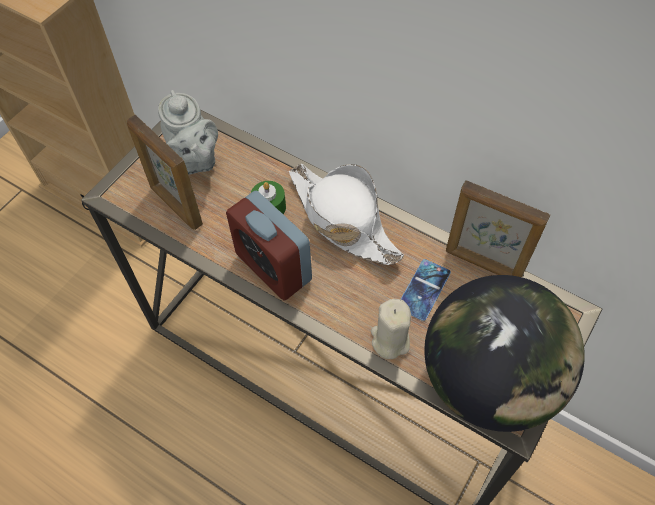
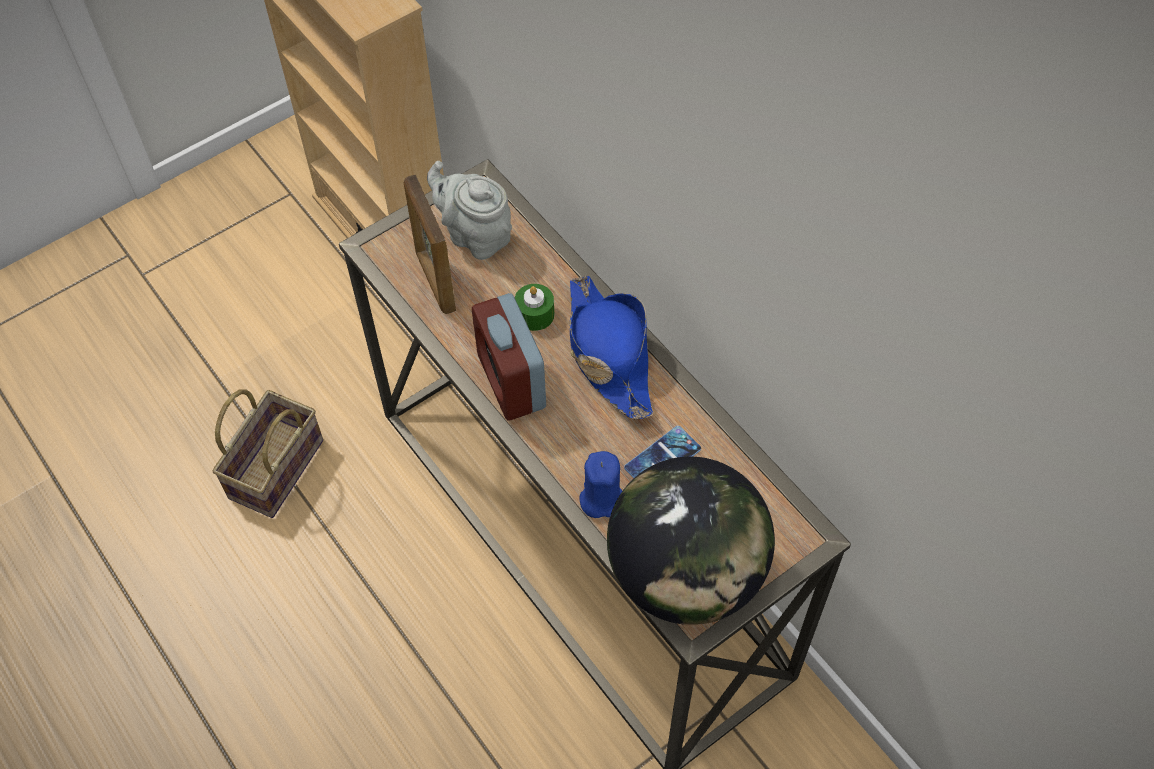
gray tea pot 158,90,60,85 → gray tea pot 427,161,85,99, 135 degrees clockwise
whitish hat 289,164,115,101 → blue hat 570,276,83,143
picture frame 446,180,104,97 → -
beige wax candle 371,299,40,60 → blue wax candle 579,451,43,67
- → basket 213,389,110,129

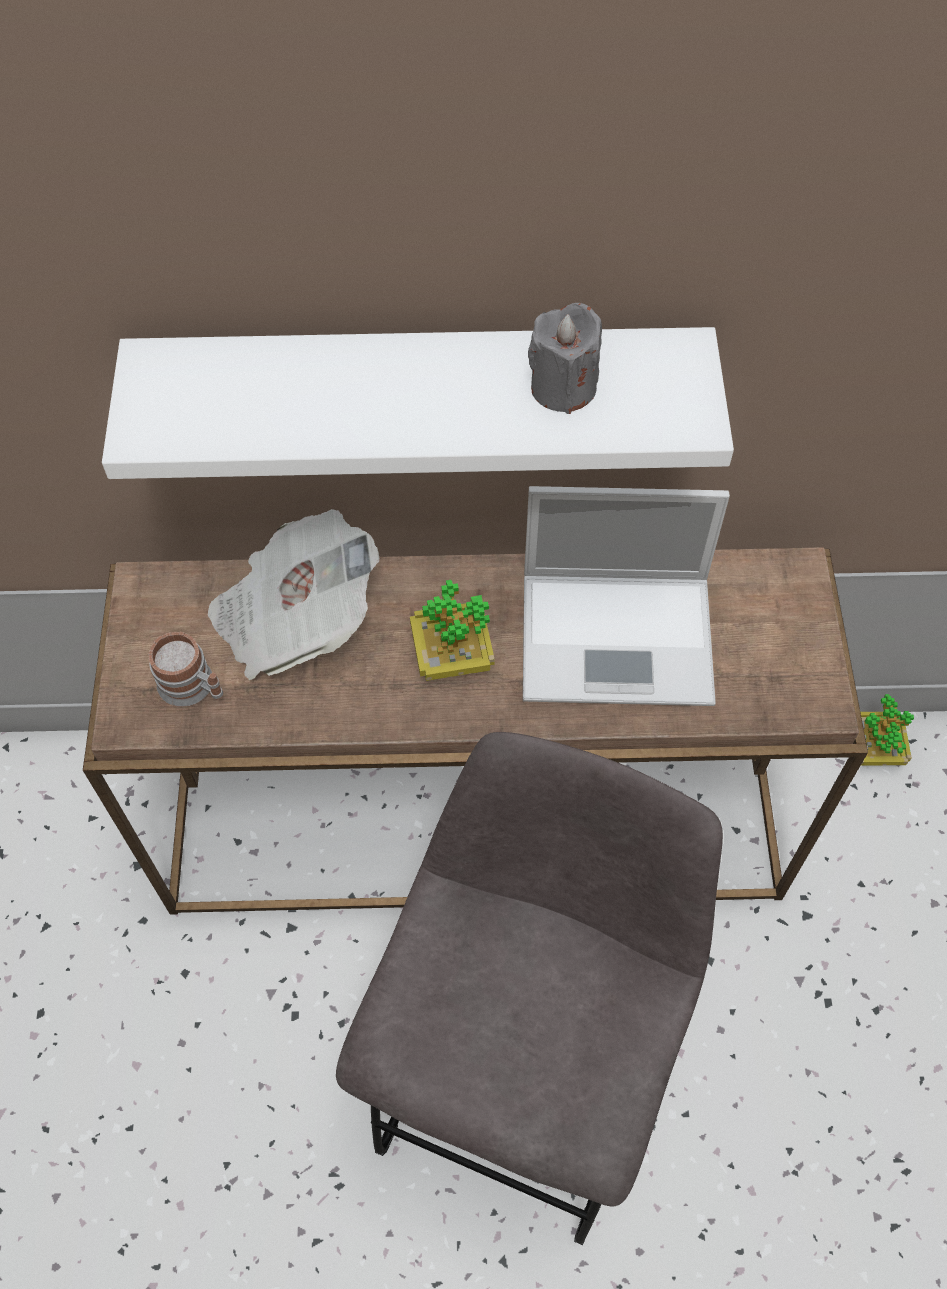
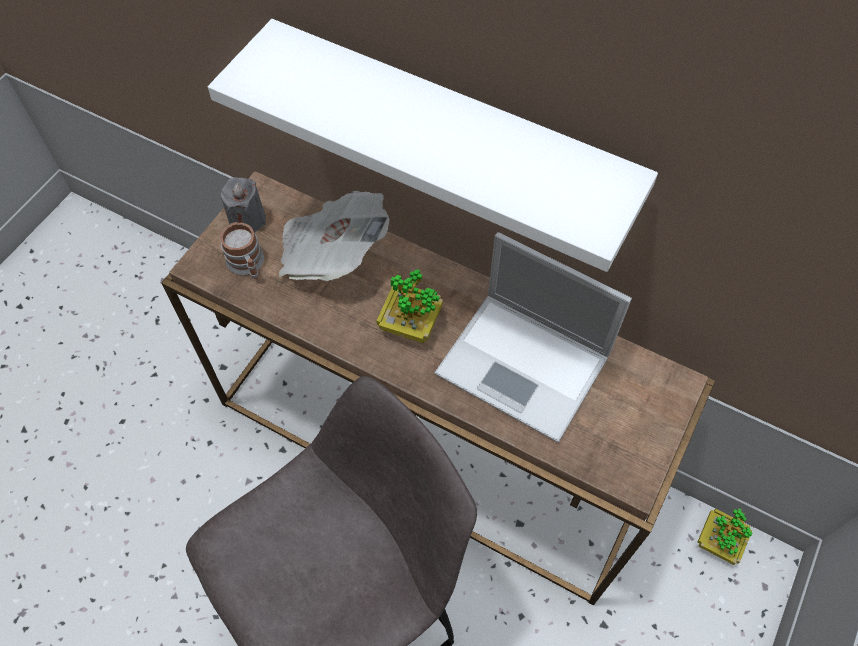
gray wax candle 528,303,74,111 → gray wax candle 220,177,46,55, shifted

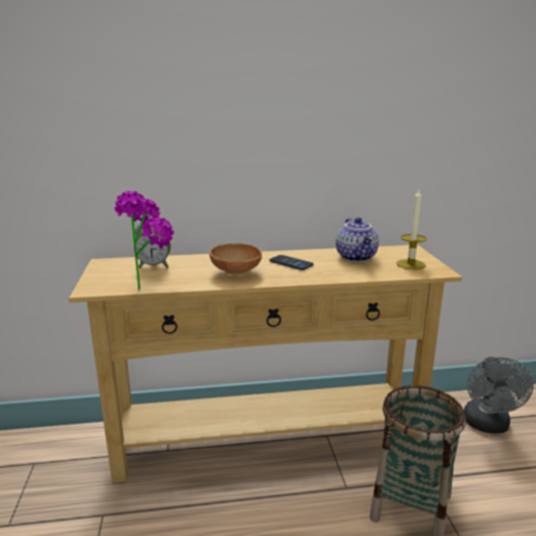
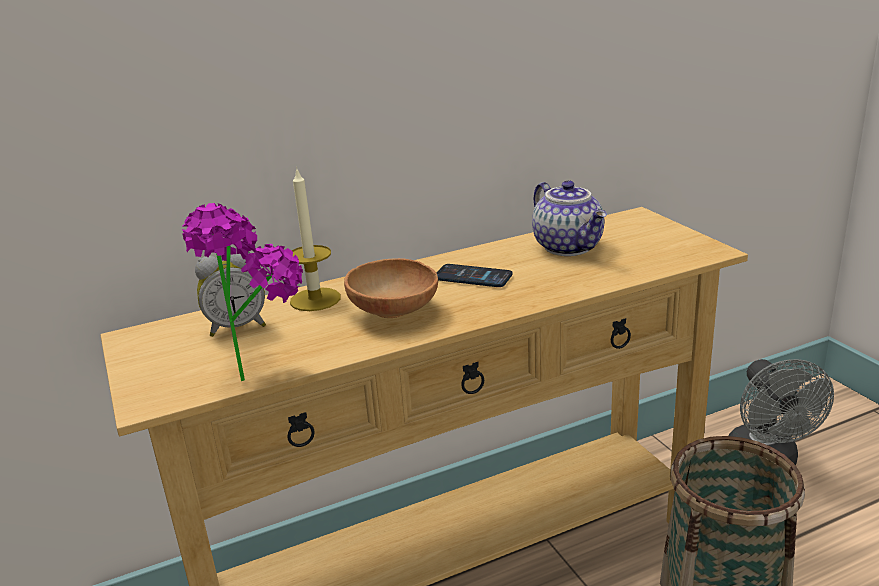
wax candle 396,190,31,80 → wax candle 290,167,51,144, shifted

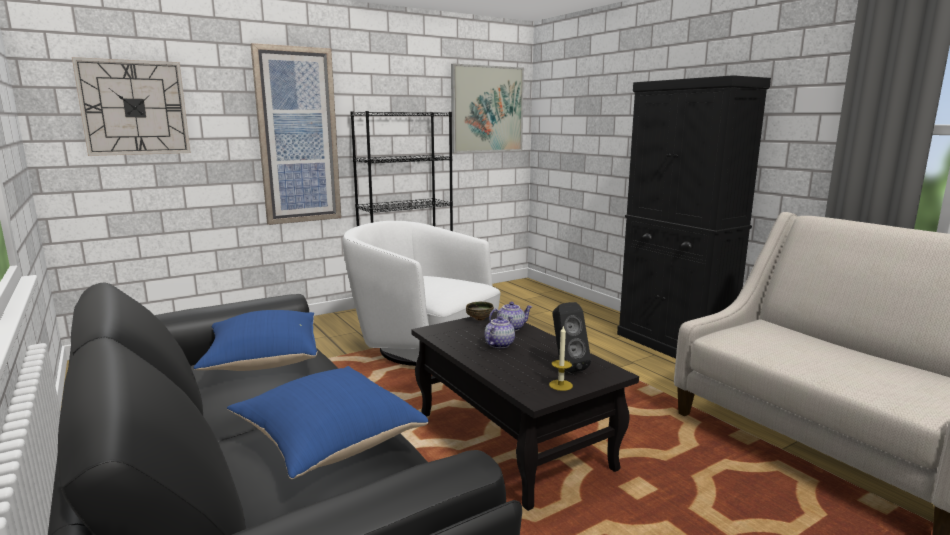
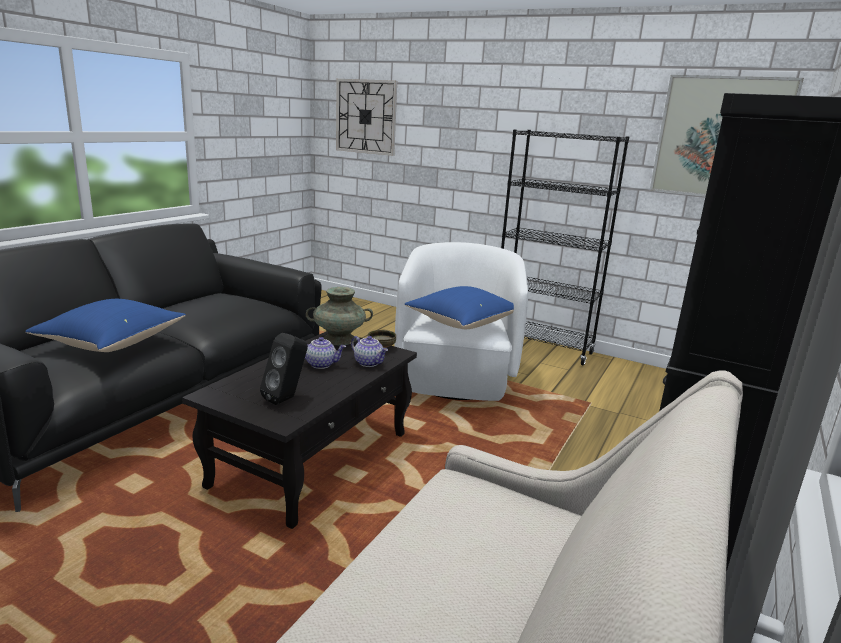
wall picture 251,43,90,182 → -
blue throw pillow 194,310,123,61 → blue throw pillow 404,286,110,43, shifted
wax candle 549,325,24,66 → -
- → turquoise-coloured vase 306,287,67,58

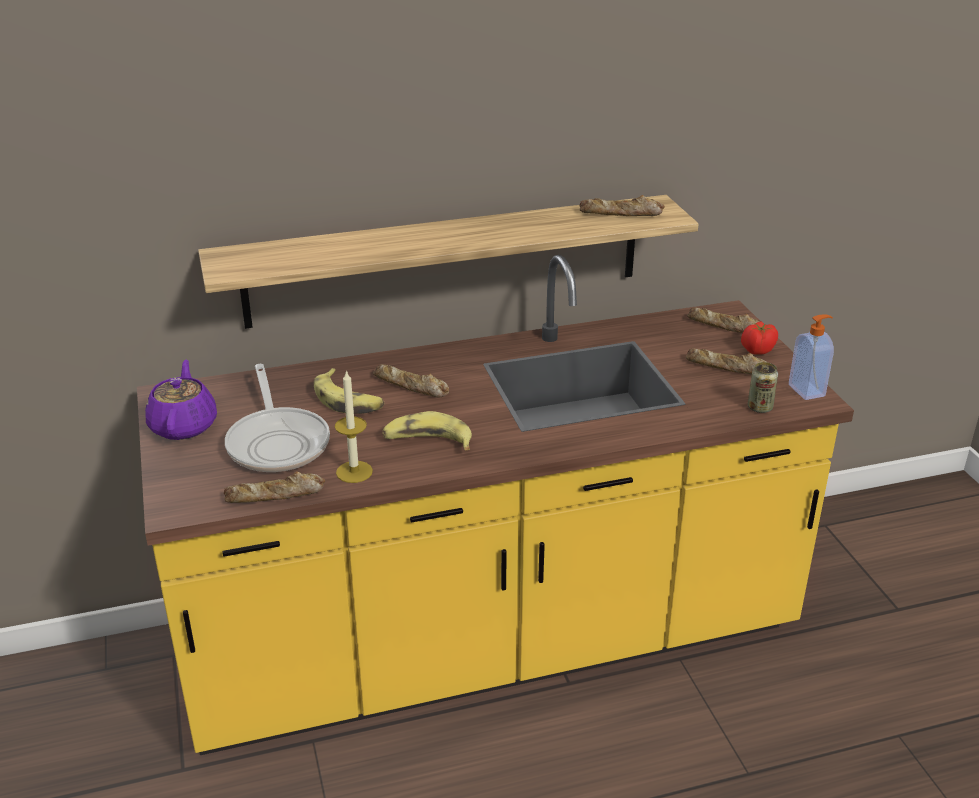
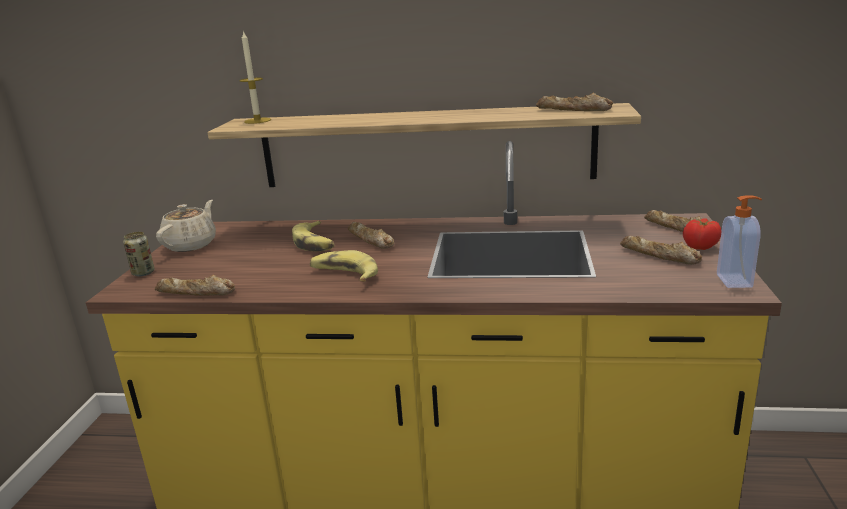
purplish tea pot 145,359,72,81 → beige tea pot 156,200,60,52
metal can 748,362,30,51 → metal can 123,232,32,45, shifted
frying pan 225,364,105,108 → -
wax candle 335,370,38,113 → wax candle 239,30,32,94, shifted

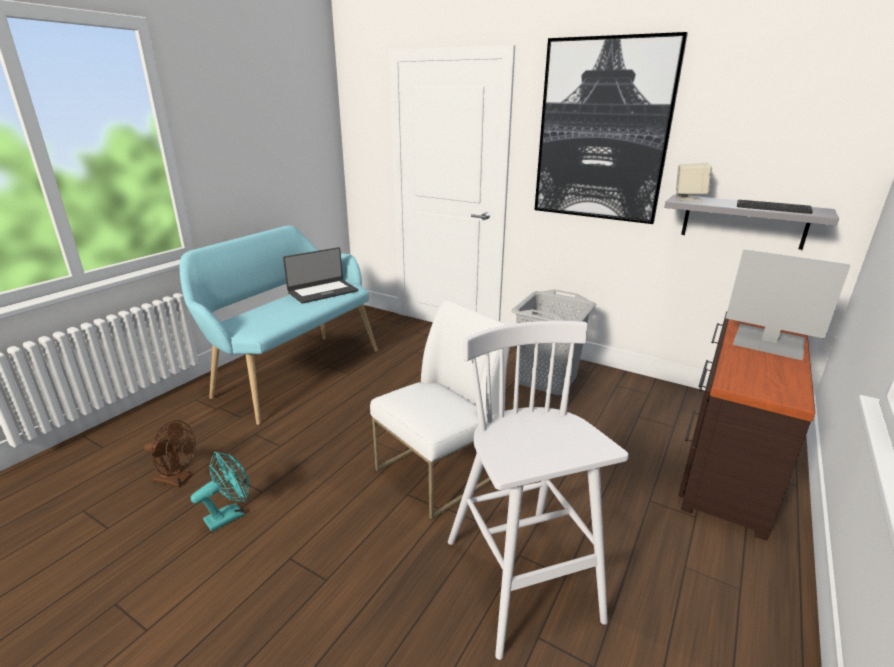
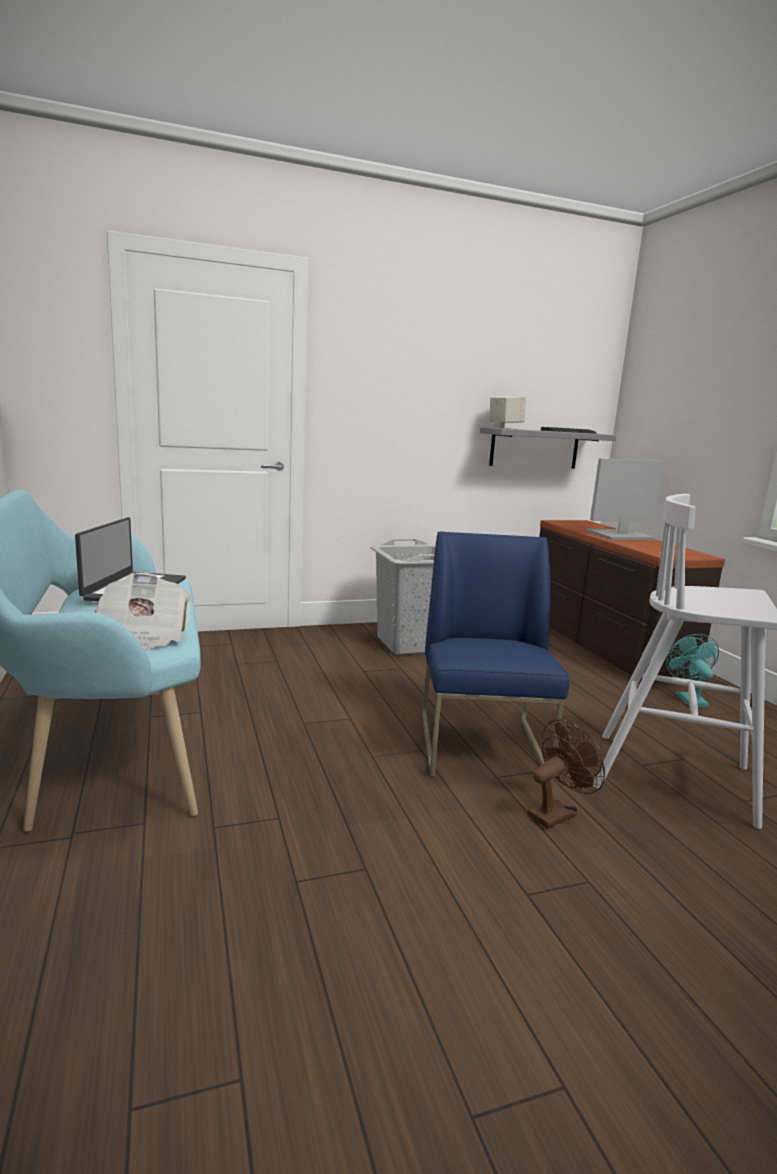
wall picture 535,32,153,192 → -
whitish chair 370,299,140,221 → blue chair 422,532,147,250
brown cooling fan 144,420,52,67 → brown cooling fan 527,719,78,110, shifted
turquoise-coloured cooling fan 191,452,59,80 → turquoise-coloured cooling fan 666,634,53,73, shifted
- → newspaper 94,573,97,78

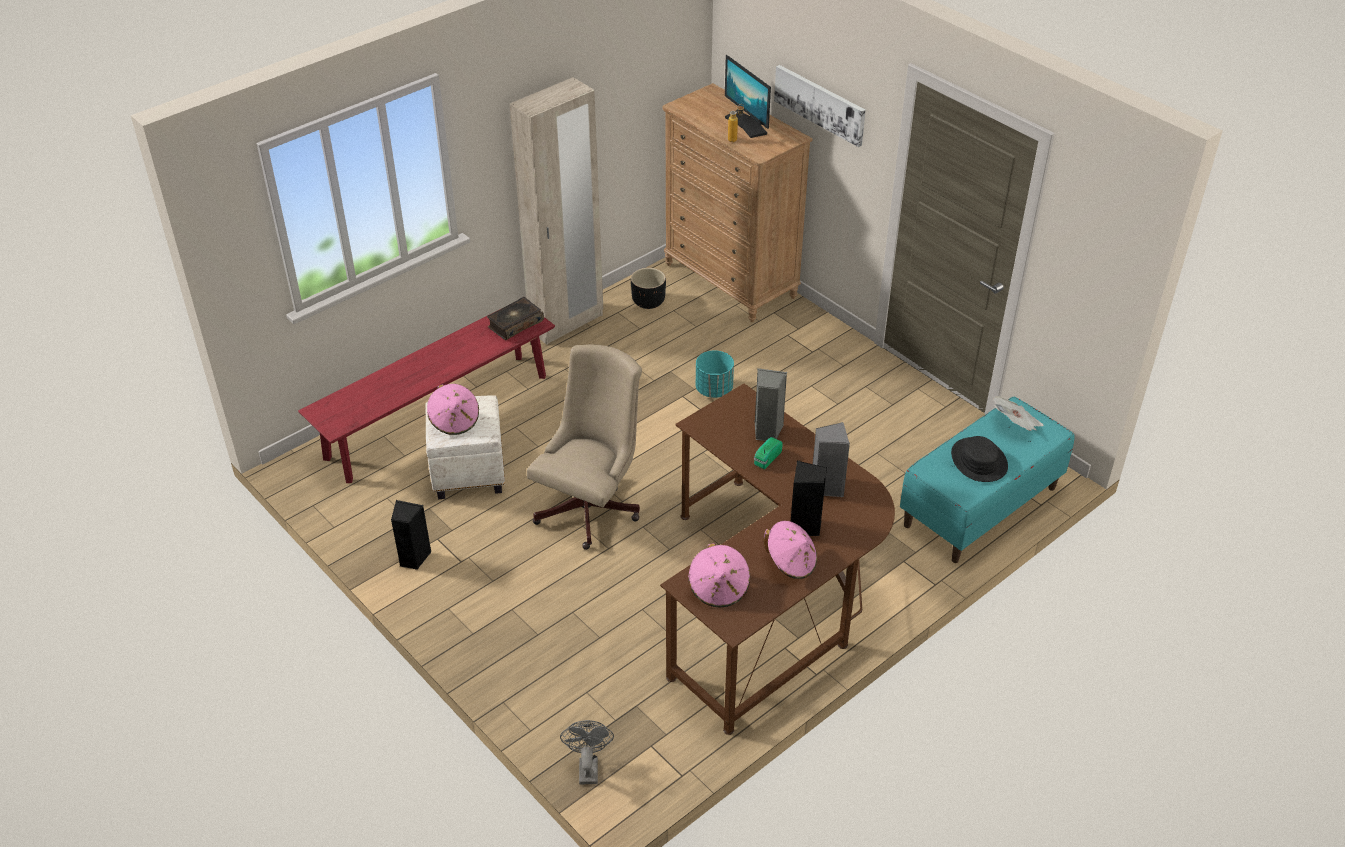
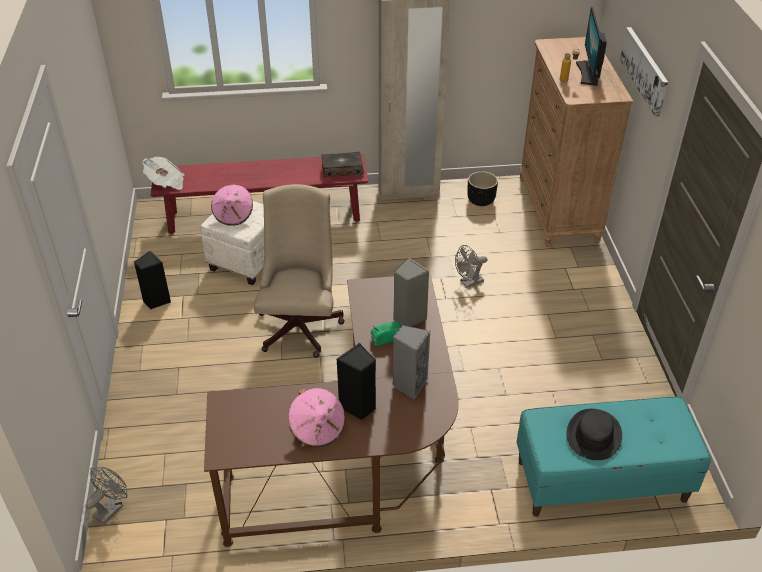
beige computer chair 527,345,115,205 → beige computer chair 254,184,91,174, 60 degrees counterclockwise
turquoise-coloured plant pot 696,350,38,48 → gray cooling fan 455,245,33,43
newspaper 993,396,51,35 → newspaper 142,157,43,33, shifted
pink hat 688,543,62,64 → -

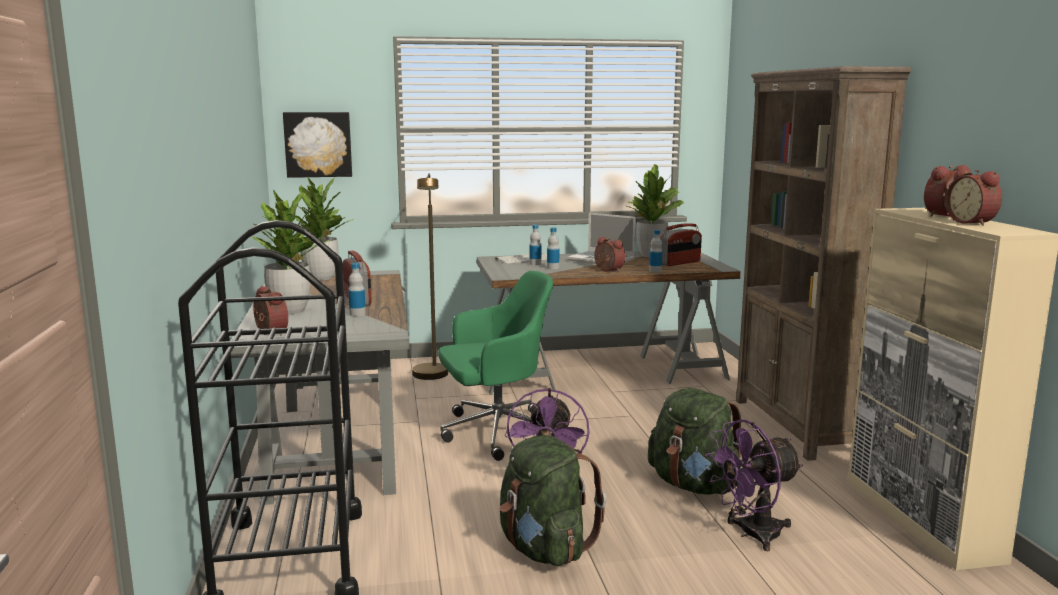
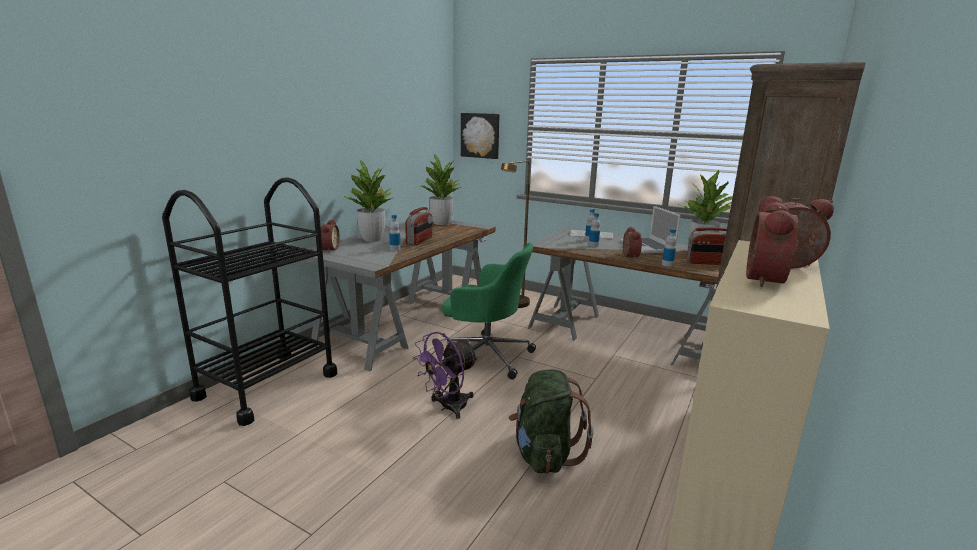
purplish cooling fan 705,419,98,132 → -
green-coloured rucksack 499,435,107,131 → -

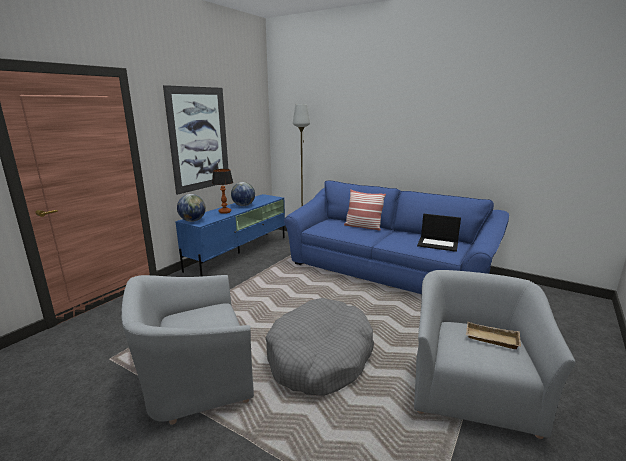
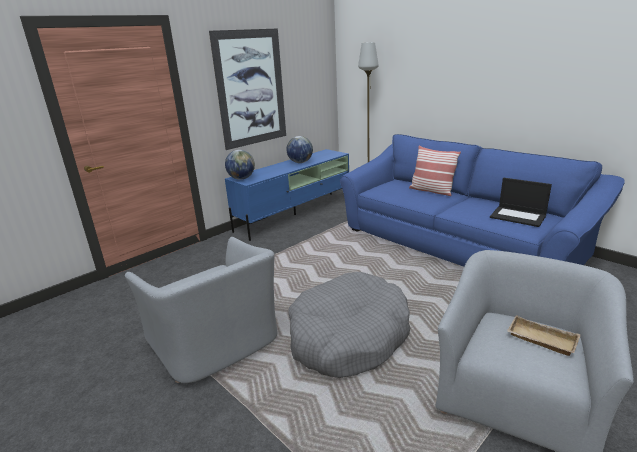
tabletop lamp 212,169,21,45 → -
gray armchair 121,275,133,150 → gray armchair 125,237,153,146, 120 degrees counterclockwise

